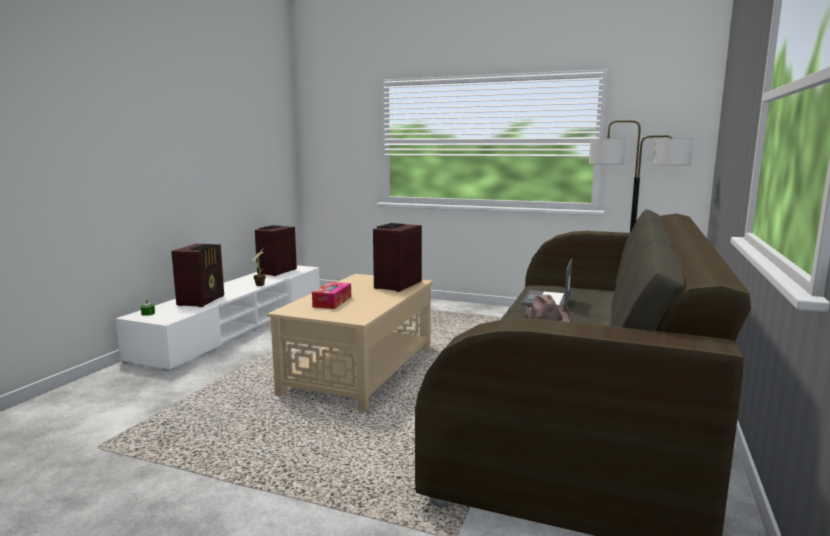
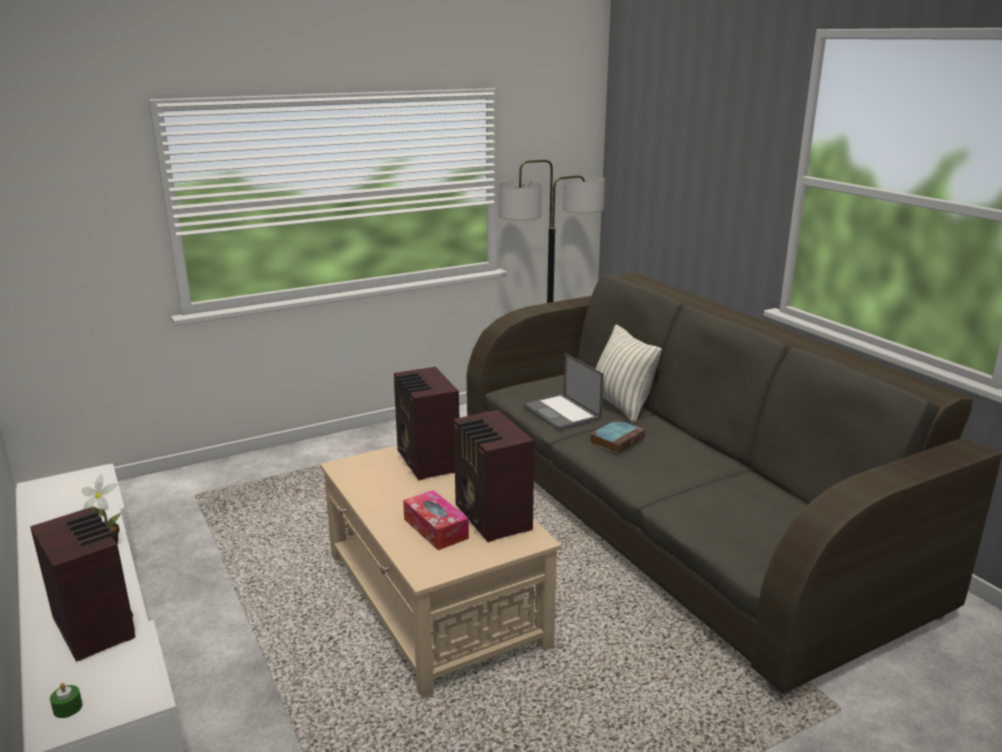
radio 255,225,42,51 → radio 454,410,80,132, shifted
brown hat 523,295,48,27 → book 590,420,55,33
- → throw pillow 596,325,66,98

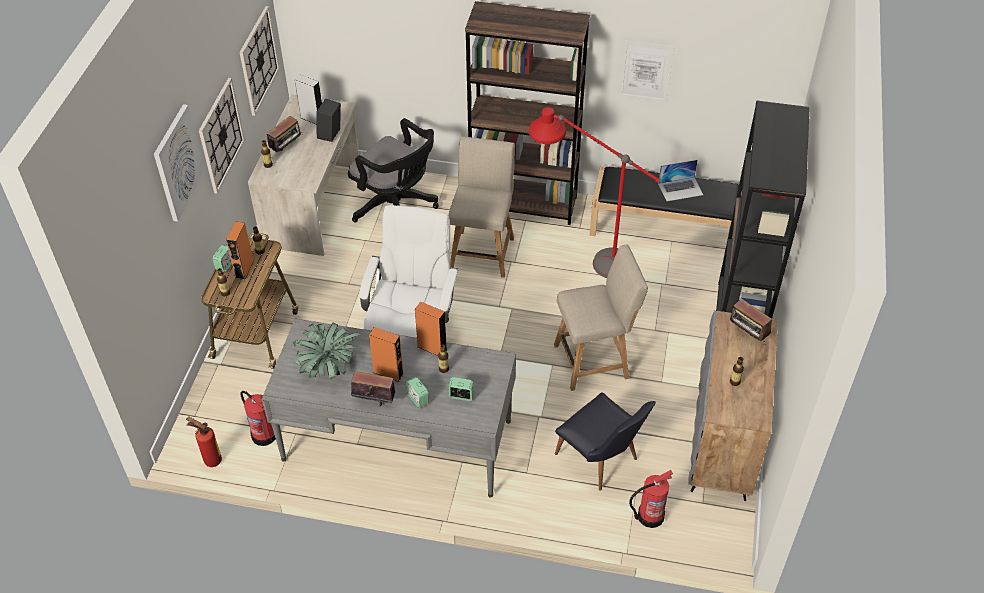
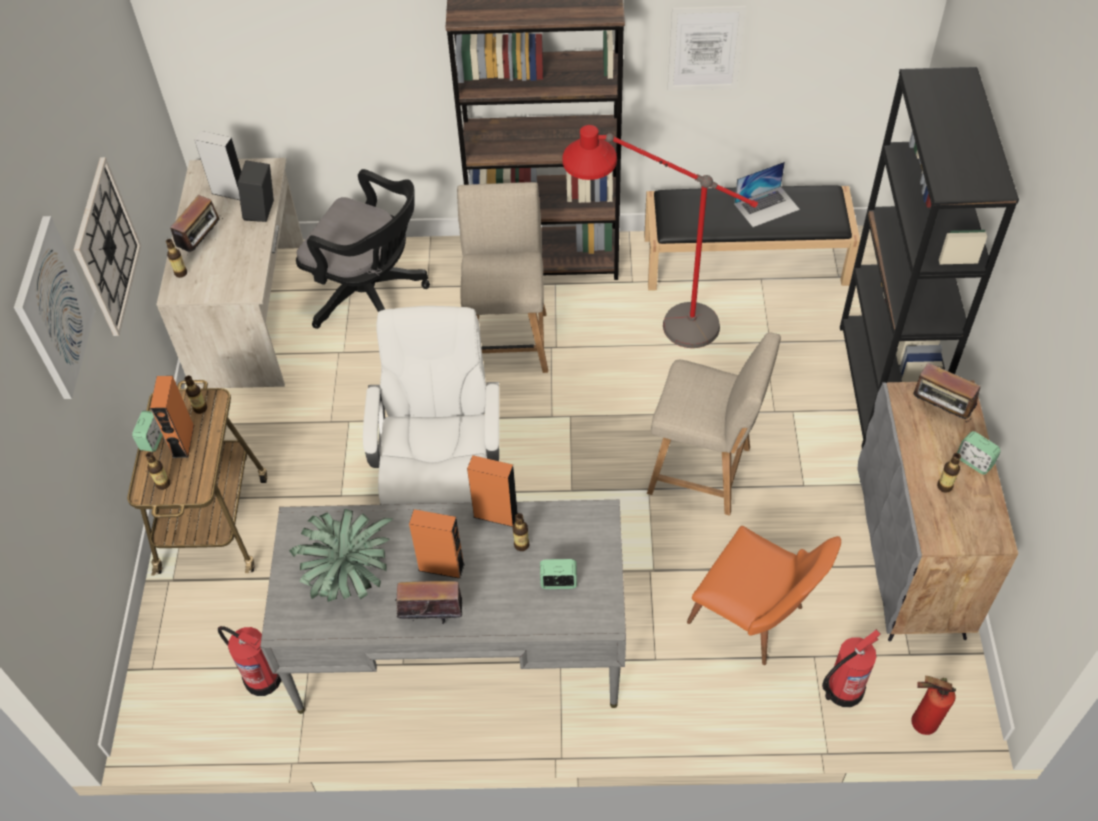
wall clock 239,6,41,110 → -
beige chair 554,244,94,147 → beige chair 647,332,134,184, 45 degrees clockwise
bedside clock 406,377,23,31 → bedside clock 957,431,44,44, shifted
black chair 555,392,101,99 → orange chair 687,526,154,139
fire-fighting cylinder 186,416,36,51 → fire-fighting cylinder 911,676,45,59, shifted

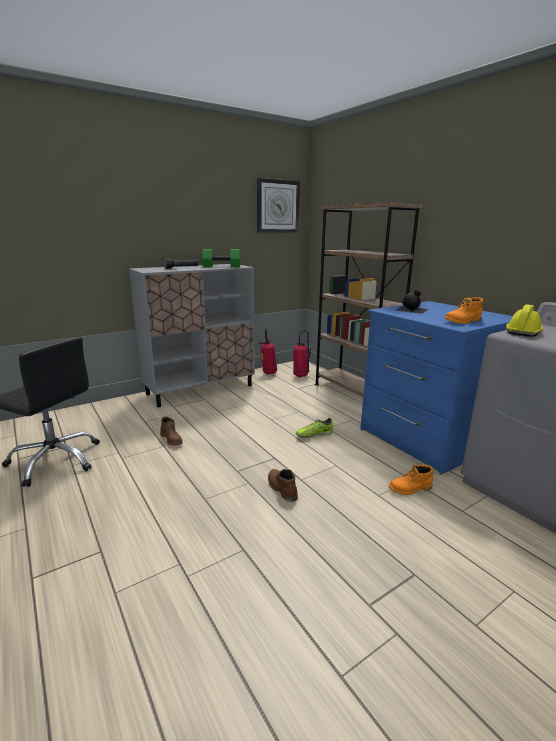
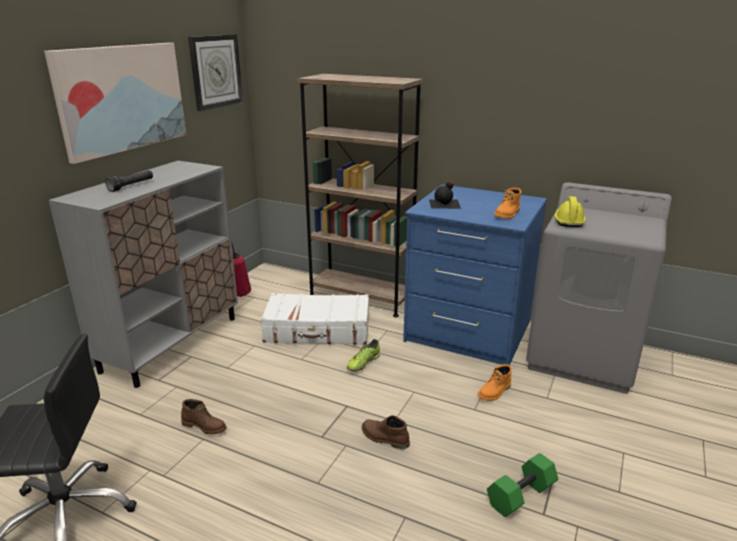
green-coloured hand weight 202,249,38,18 → green-coloured hand weight 487,453,71,64, shifted
fire-fighting cylinder 293,330,18,47 → -
- → wall picture 44,43,142,121
- → whitish suitcase 261,293,108,52

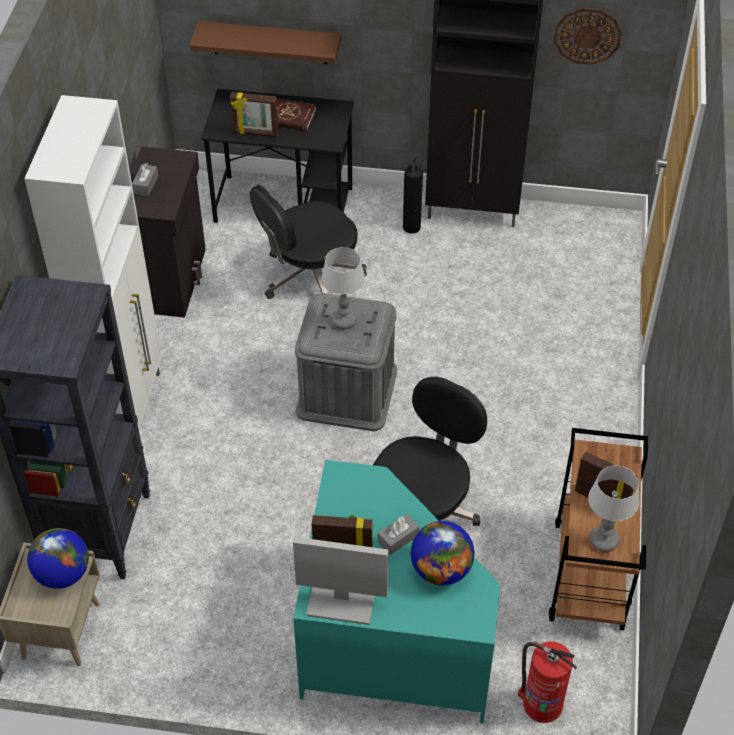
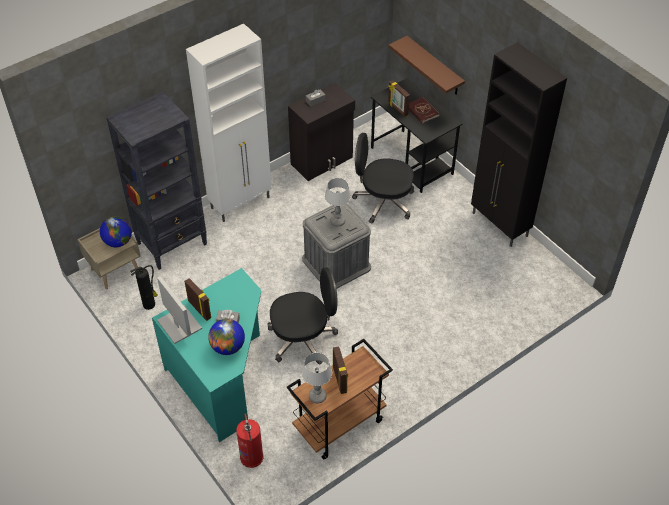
wall clock 553,8,69,57 → -
fire-fighting cylinder 403,157,20,77 → fire-fighting cylinder 130,265,28,45, shifted

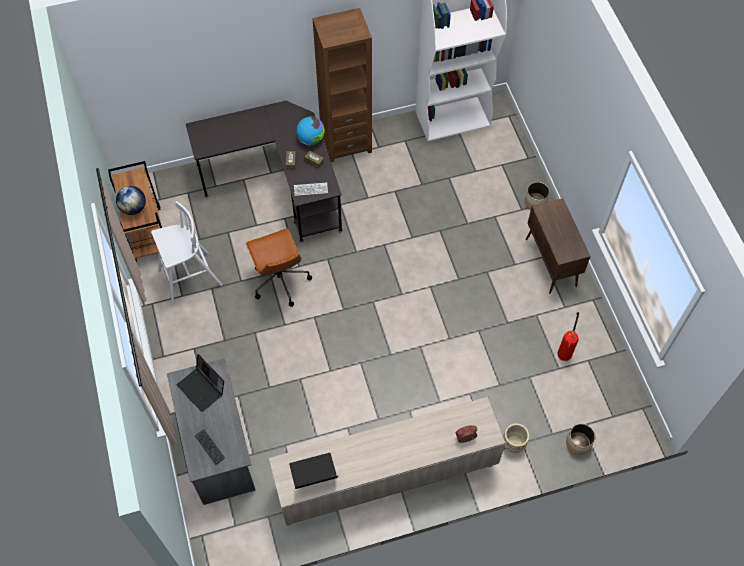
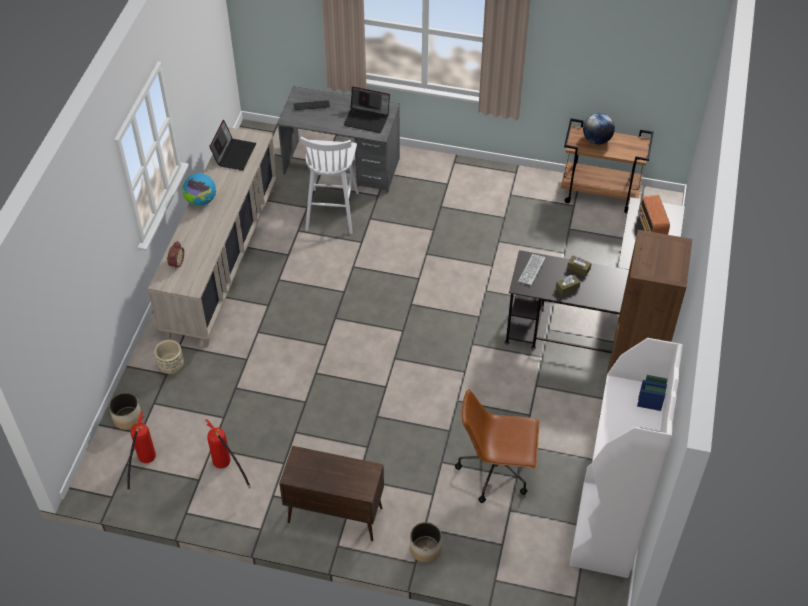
desk globe 296,116,29,29 → desk globe 183,173,33,33, shifted
whitish stool 151,201,71,104 → whitish stool 300,137,59,97, shifted
brown computer chair 246,228,66,79 → brown computer chair 455,389,85,114, shifted
portable computer 177,354,47,58 → portable computer 343,87,47,46, 150 degrees counterclockwise
- → radio 638,195,32,40
- → fire-fighting cylinder 127,411,29,82

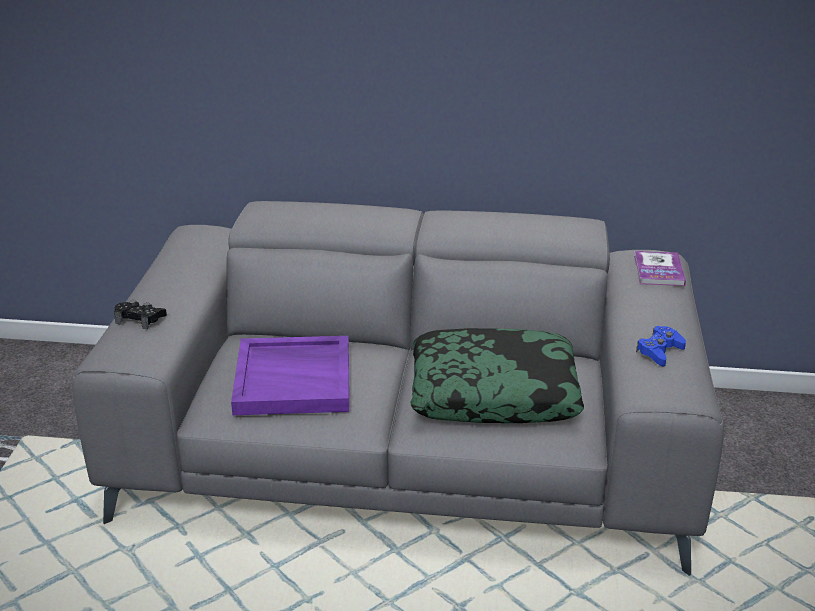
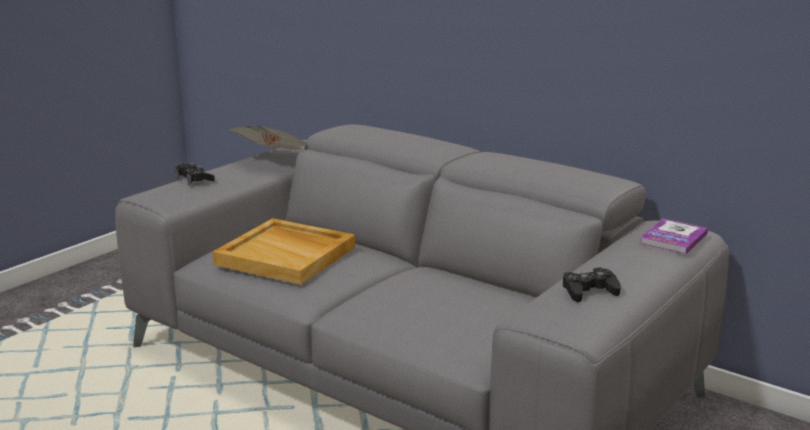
blue joypad 636,326,50,40 → black joypad 563,267,58,35
throw pillow 411,328,173,95 → -
purplish tray 231,336,118,79 → beige tray 213,218,142,67
- → newspaper 229,126,77,24

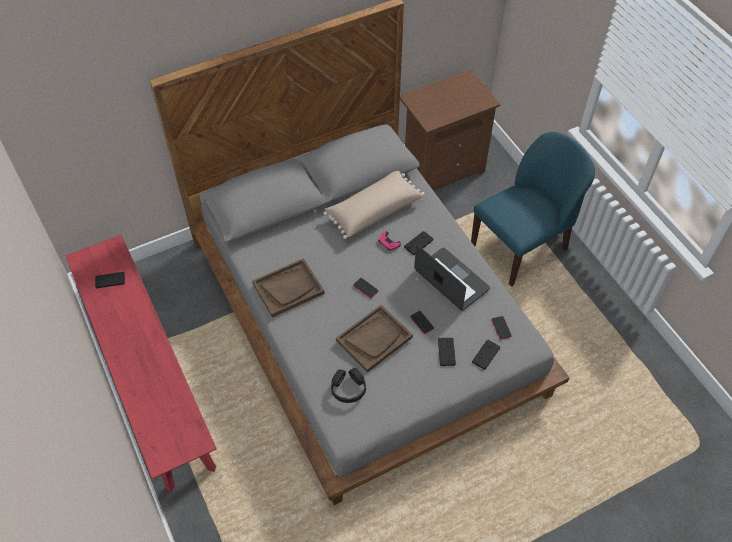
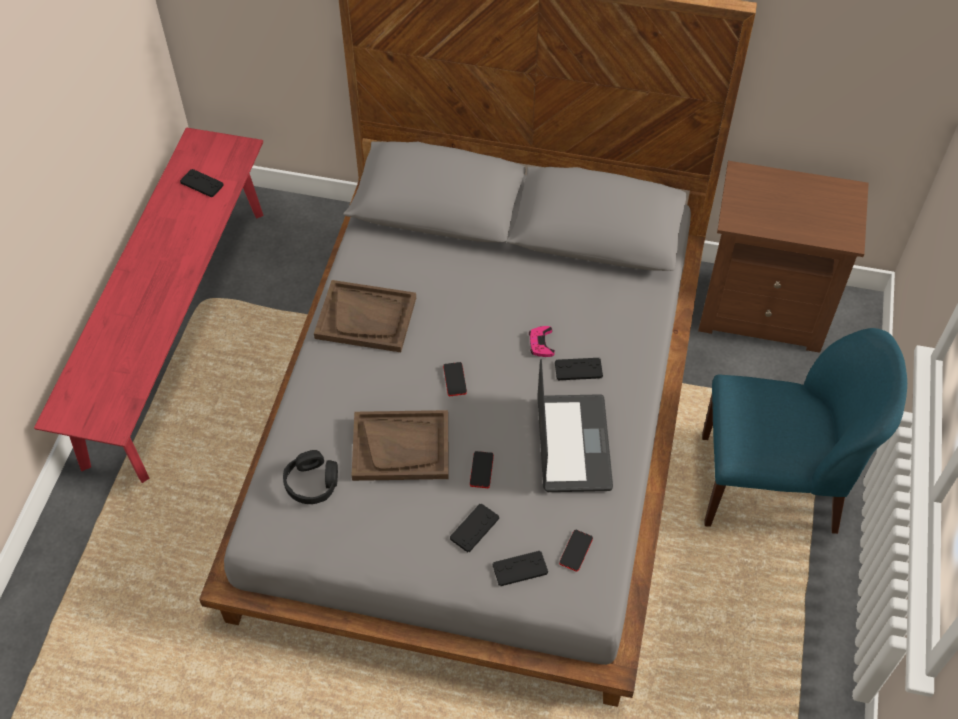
beige throw pillow 323,171,102,68 → -

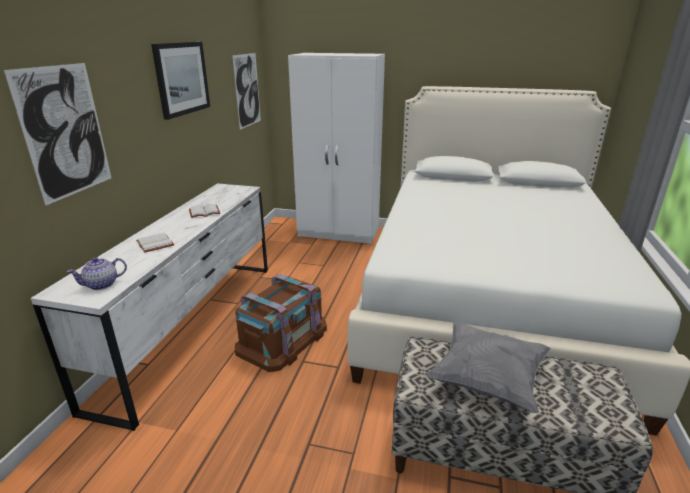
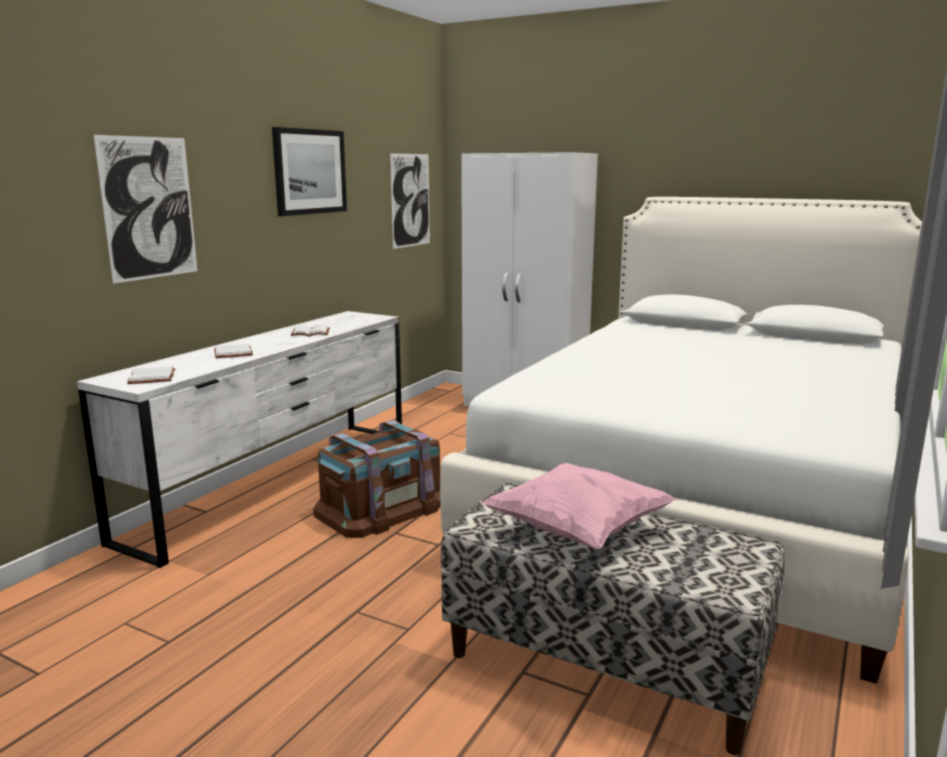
tea pot 67,257,60,33 → whitish book 127,366,48,18
gray throw pillow 426,322,124,92 → pink throw pillow 482,463,194,87

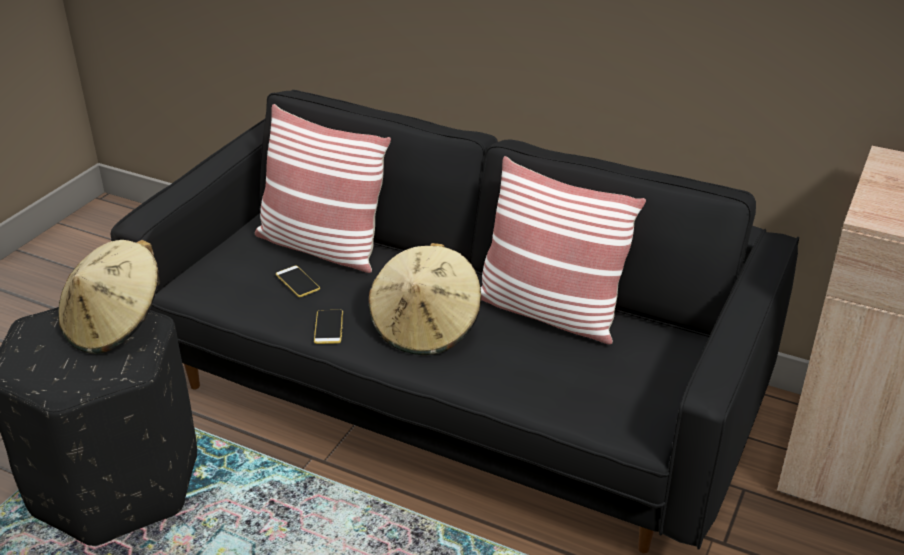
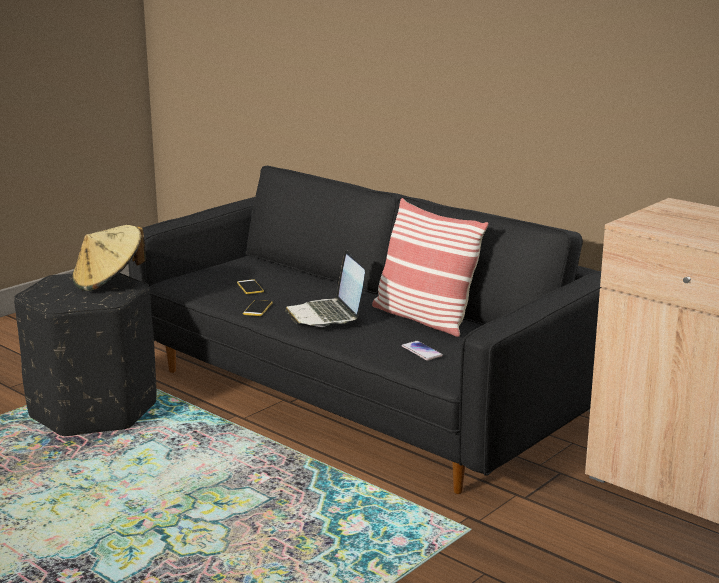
throw pillow 255,104,136,169 → -
beige hat 369,243,112,112 → portable computer 285,250,80,77
- → handset 402,341,41,20

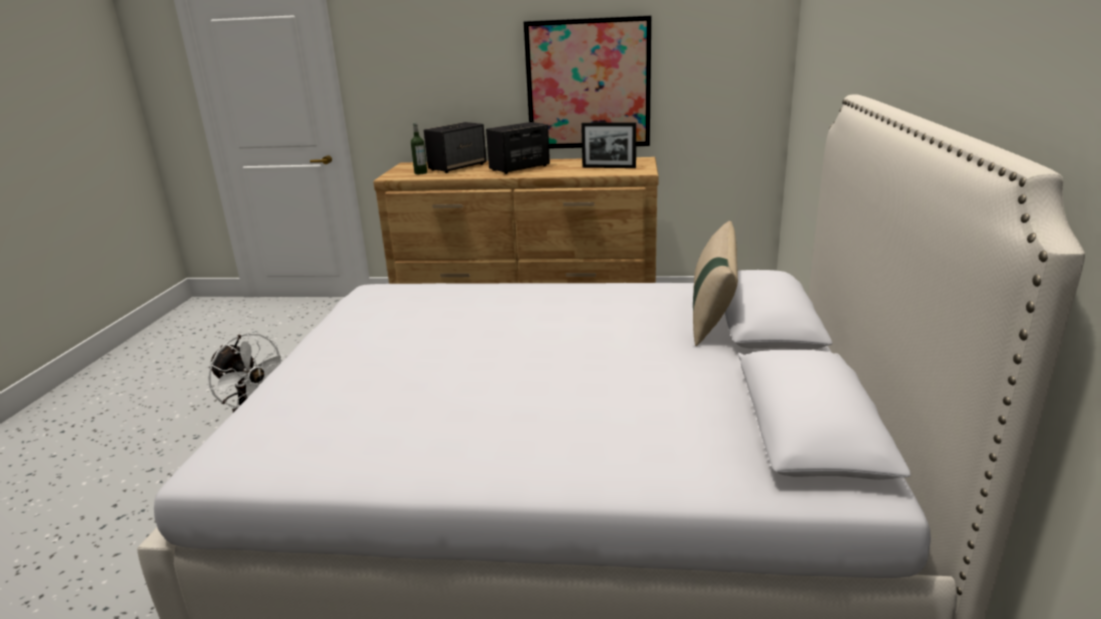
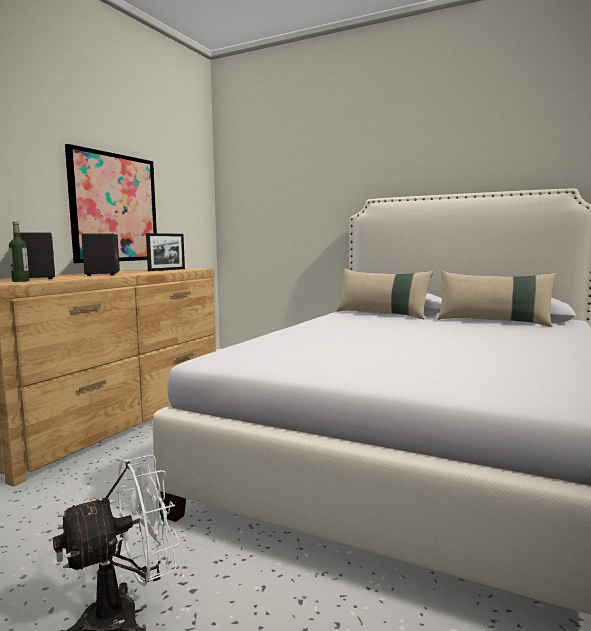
- → beige throw pillow 438,271,119,56

